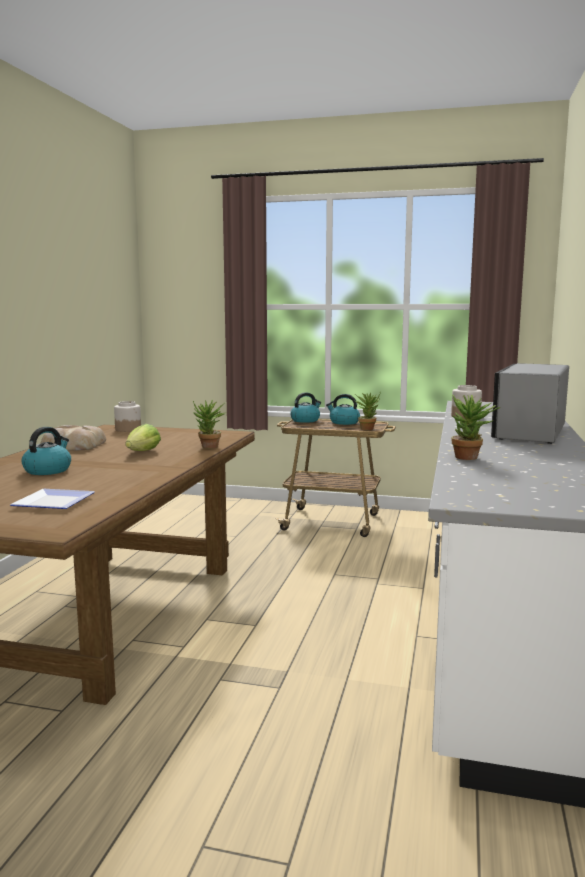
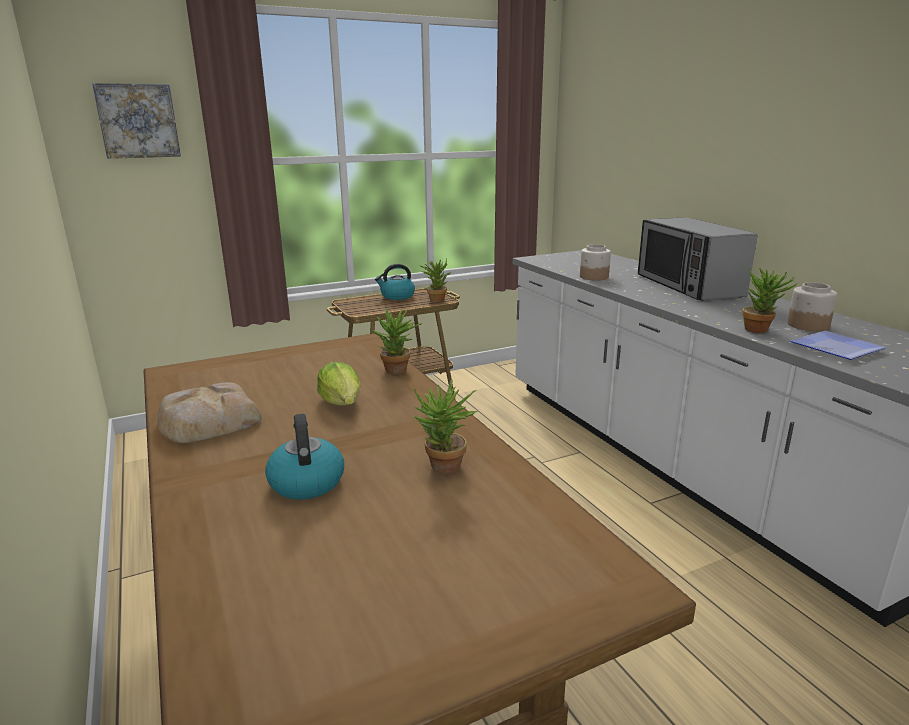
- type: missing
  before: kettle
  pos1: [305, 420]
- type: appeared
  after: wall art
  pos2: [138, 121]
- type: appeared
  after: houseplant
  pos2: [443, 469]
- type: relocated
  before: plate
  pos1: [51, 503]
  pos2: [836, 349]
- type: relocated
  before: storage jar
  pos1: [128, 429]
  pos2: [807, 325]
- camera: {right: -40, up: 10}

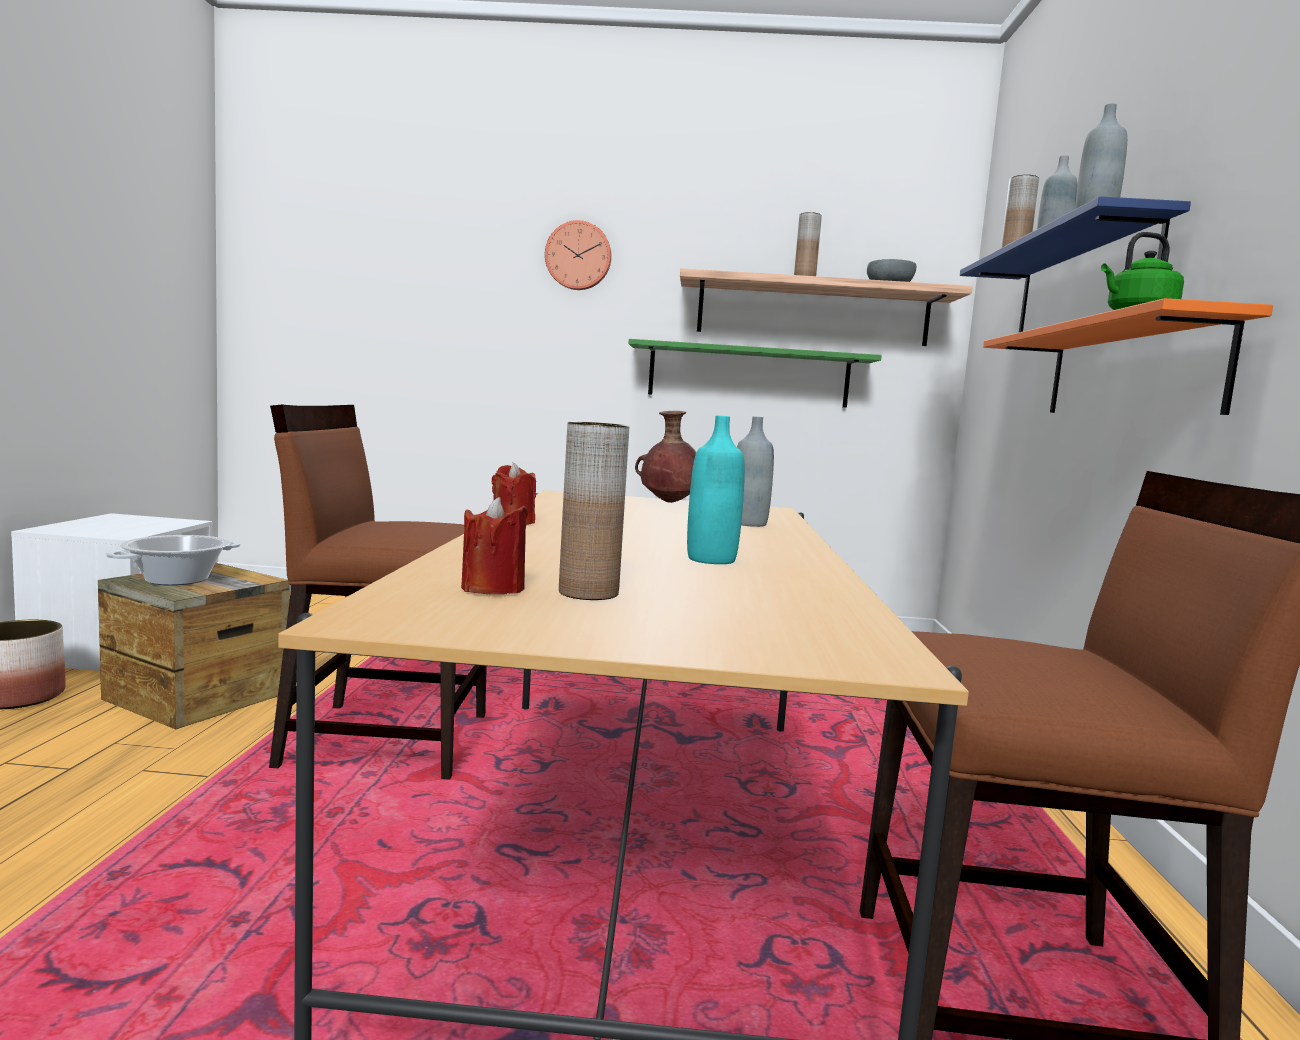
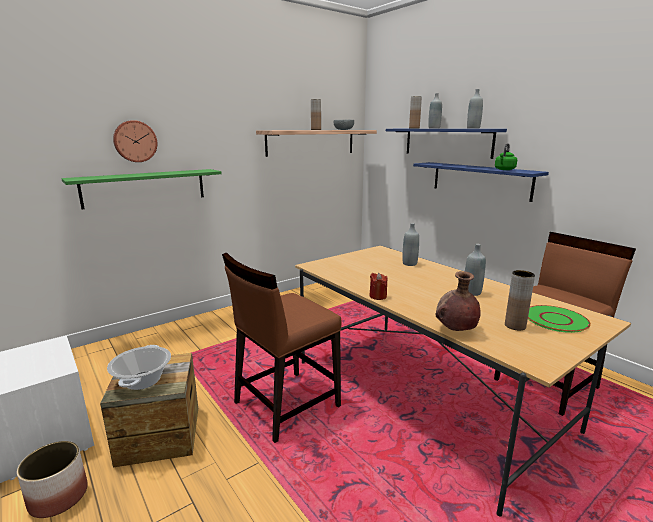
- type: missing
  before: wax candle/red-coloured
  pos1: [493, 589]
- type: appeared
  after: plate/green-coloured
  pos2: [556, 319]
- type: relocated
  before: wall clock
  pos1: [578, 256]
  pos2: [135, 141]
- type: relocated
  before: shelf/green-coloured
  pos1: [748, 375]
  pos2: [145, 188]
- type: relocated
  before: flower vase/brownish
  pos1: [668, 503]
  pos2: [455, 330]
- type: colour
  before: beverage bottle/blue-green
  after: beverage bottle/grey
  pos1: [711, 559]
  pos2: [472, 292]
- type: colour
  before: shelf/orange
  after: shelf/bluish
  pos1: [1129, 371]
  pos2: [480, 180]
- camera: {right: -40, up: 10}

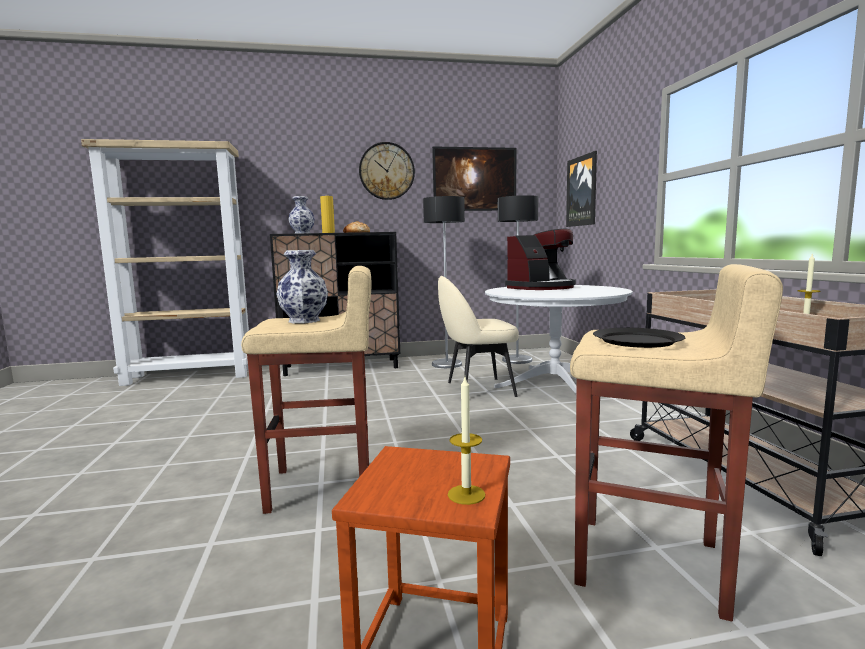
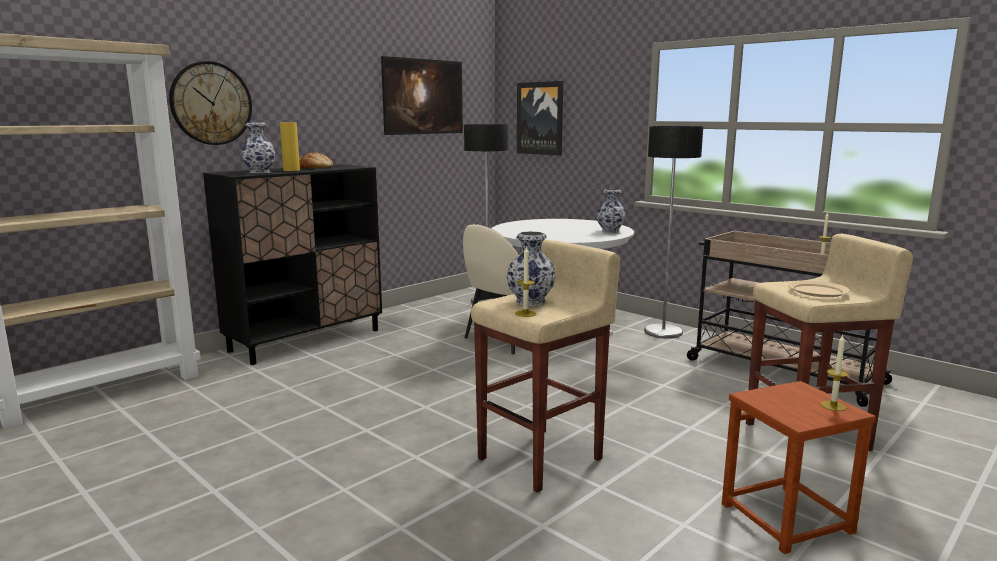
- type: missing
  before: coffee machine
  pos1: [542, 287]
- type: appeared
  after: wax candle
  pos2: [525, 313]
- type: appeared
  after: flower vase
  pos2: [611, 231]
- type: relocated
  before: wall clock
  pos1: [386, 171]
  pos2: [211, 103]
- type: relocated
  before: floor lamp
  pos1: [447, 364]
  pos2: [663, 332]
- type: colour
  before: plate/blackish
  after: plate/beige-coloured
  pos1: [637, 341]
  pos2: [818, 291]
- camera: {right: -35, up: 5}

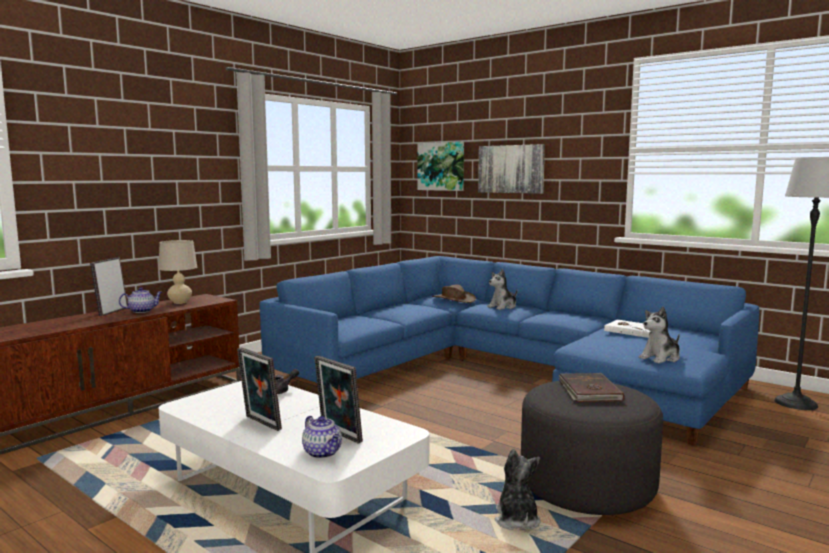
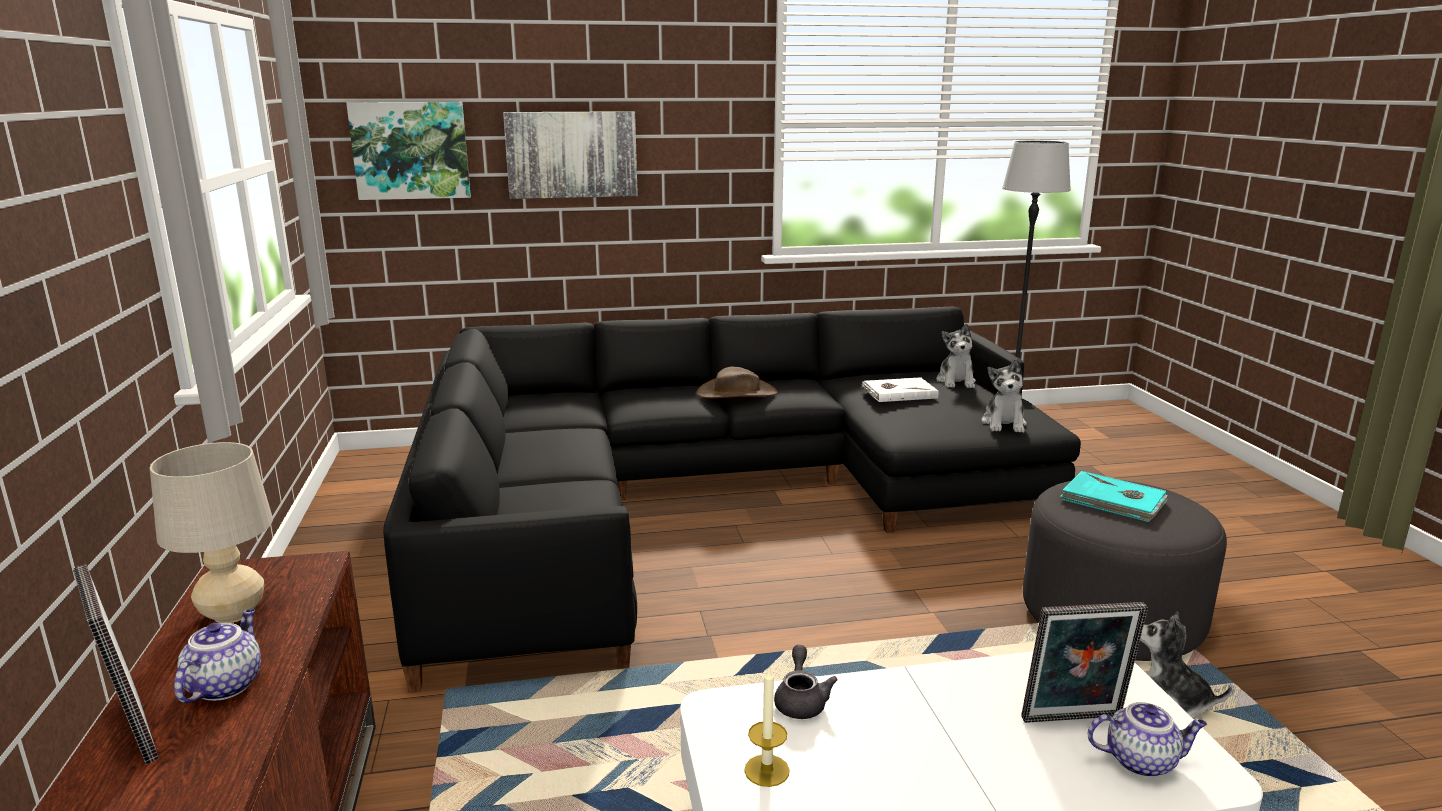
- type: missing
  before: standing frame
  pos1: [260, 423]
- type: appeared
  after: wax candle
  pos2: [767, 770]
- type: relocated
  before: wearable hat/brownish
  pos1: [453, 299]
  pos2: [736, 393]
- type: relocated
  before: soft toy
  pos1: [503, 307]
  pos2: [956, 381]
- type: colour
  before: sofa/bluish
  after: sofa/blackish
  pos1: [504, 370]
  pos2: [712, 497]
- type: colour
  before: book/brownish
  after: book/blue-green
  pos1: [588, 391]
  pos2: [1113, 501]
- camera: {right: -50, up: 10}

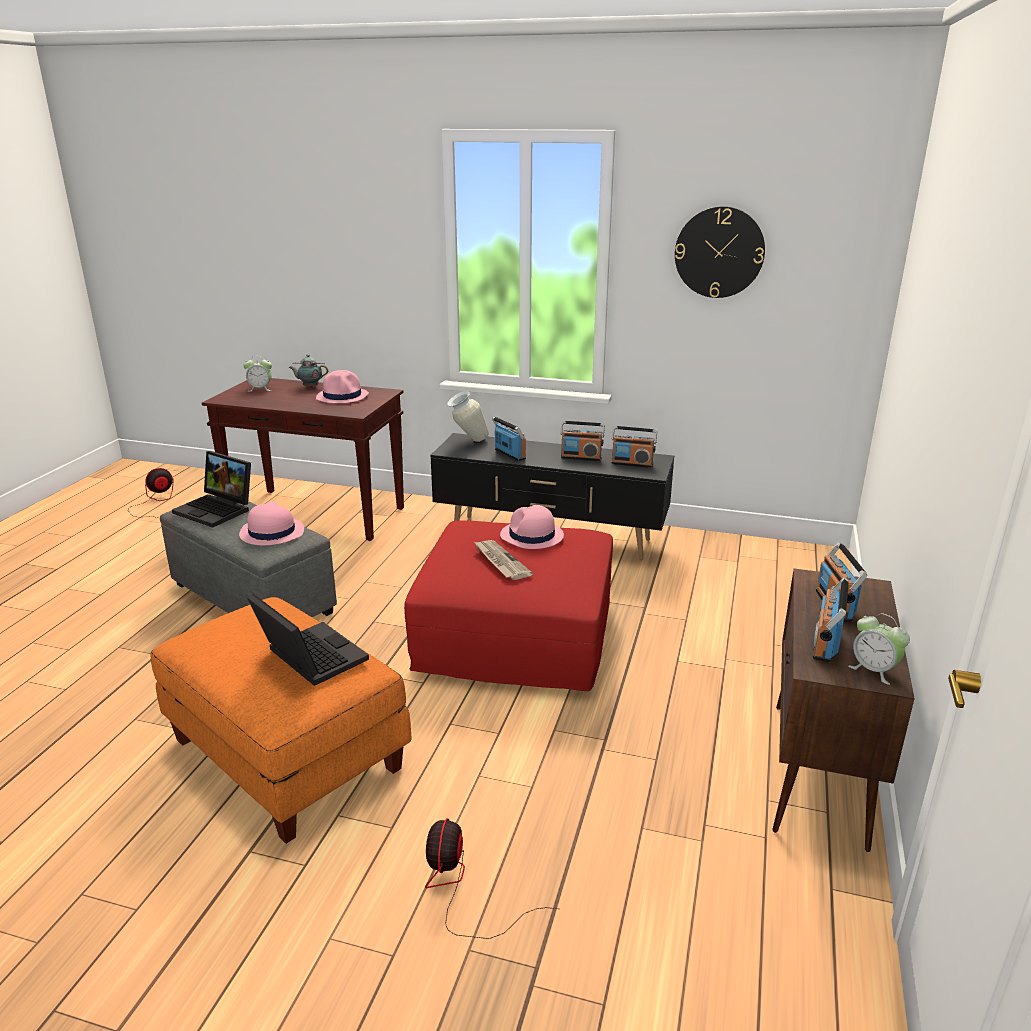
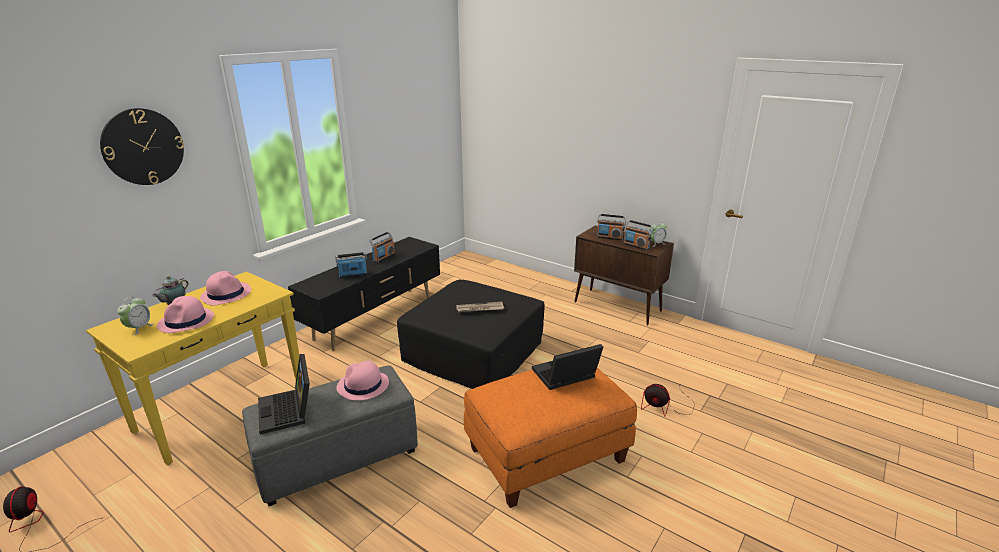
- type: missing
  before: flower vase
  pos1: [467, 441]
- type: missing
  before: radio set
  pos1: [632, 463]
- type: relocated
  before: wearable hat/pinkish
  pos1: [531, 536]
  pos2: [186, 321]
- type: relocated
  before: wall clock
  pos1: [719, 252]
  pos2: [143, 147]
- type: colour
  before: console table/brownish
  after: console table/yellowish
  pos1: [319, 514]
  pos2: [223, 408]
- type: colour
  before: ottoman/red-coloured
  after: ottoman/blackish
  pos1: [514, 634]
  pos2: [473, 352]
- type: spun
  before: laptop
  pos1: [218, 510]
  pos2: [288, 411]
  turn: 105
- camera: {right: -70, up: 0}

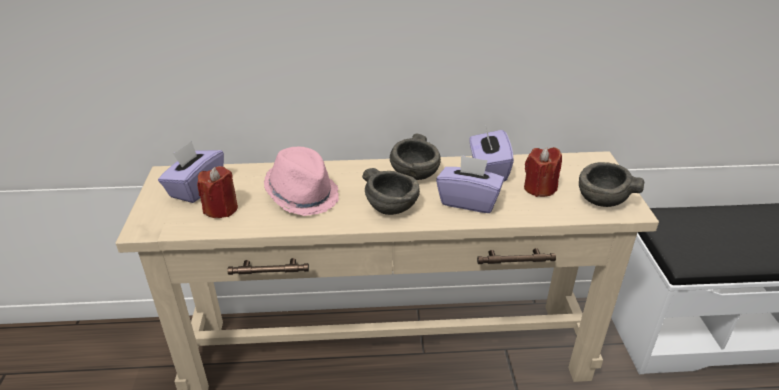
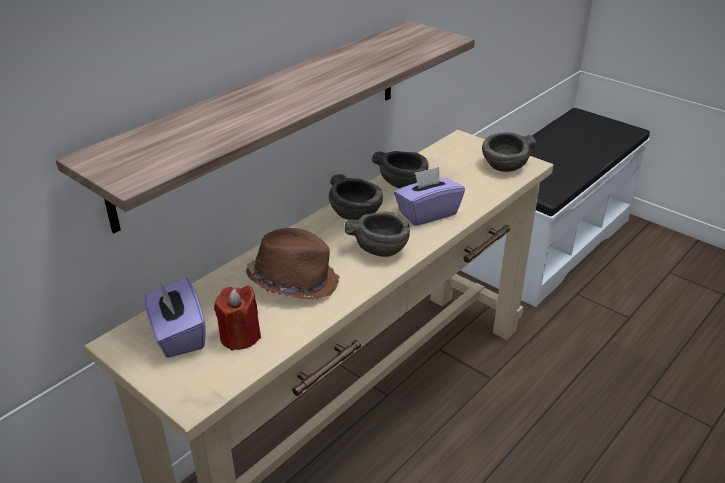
- type: missing
  before: wax candle/red-coloured
  pos1: [539, 188]
- type: appeared
  after: shelf
  pos2: [268, 116]
- type: exchanged
  before: tissue holder/purple
  after: bowl/grey
  pos1: [488, 170]
  pos2: [402, 183]
- type: colour
  before: wearable hat/pinkish
  after: wearable hat/brownish
  pos1: [302, 195]
  pos2: [293, 281]
- camera: {right: -45, up: 0}

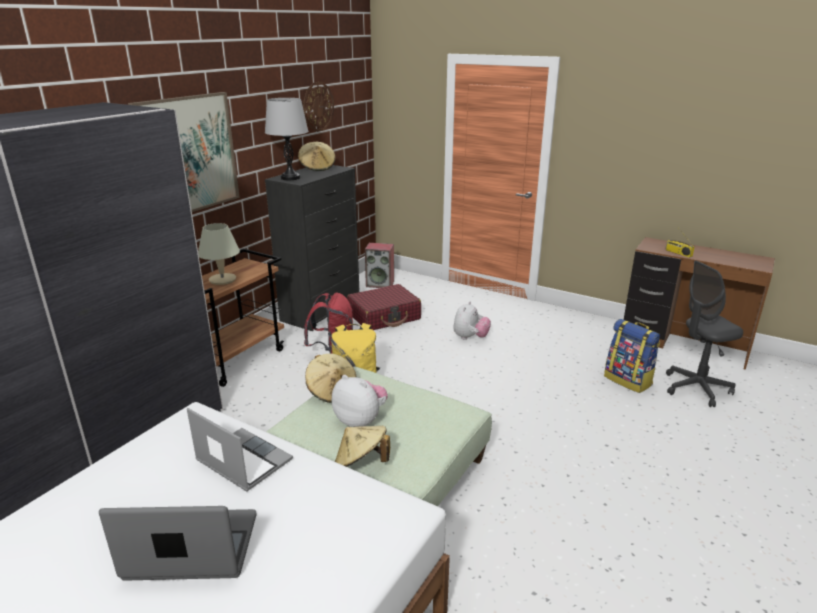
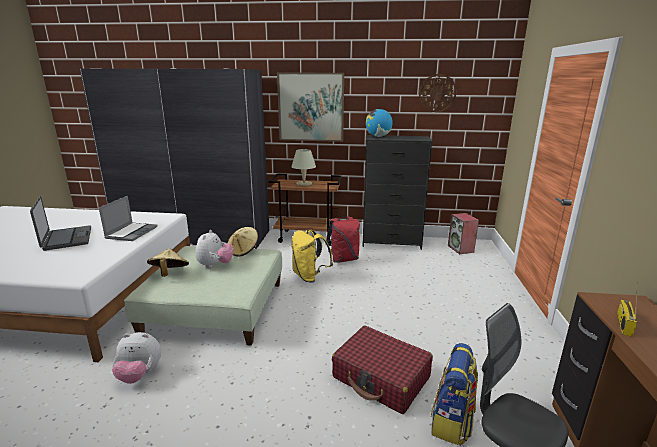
- type: missing
  before: wearable hat/beige-coloured
  pos1: [317, 168]
- type: relocated
  before: suitcase/red-coloured
  pos1: [384, 316]
  pos2: [381, 378]
- type: relocated
  before: soft toy
  pos1: [470, 338]
  pos2: [139, 375]
- type: exchanged
  before: tabletop lamp/grey
  after: world globe
  pos1: [290, 178]
  pos2: [378, 136]
- camera: {right: 65, up: -5}

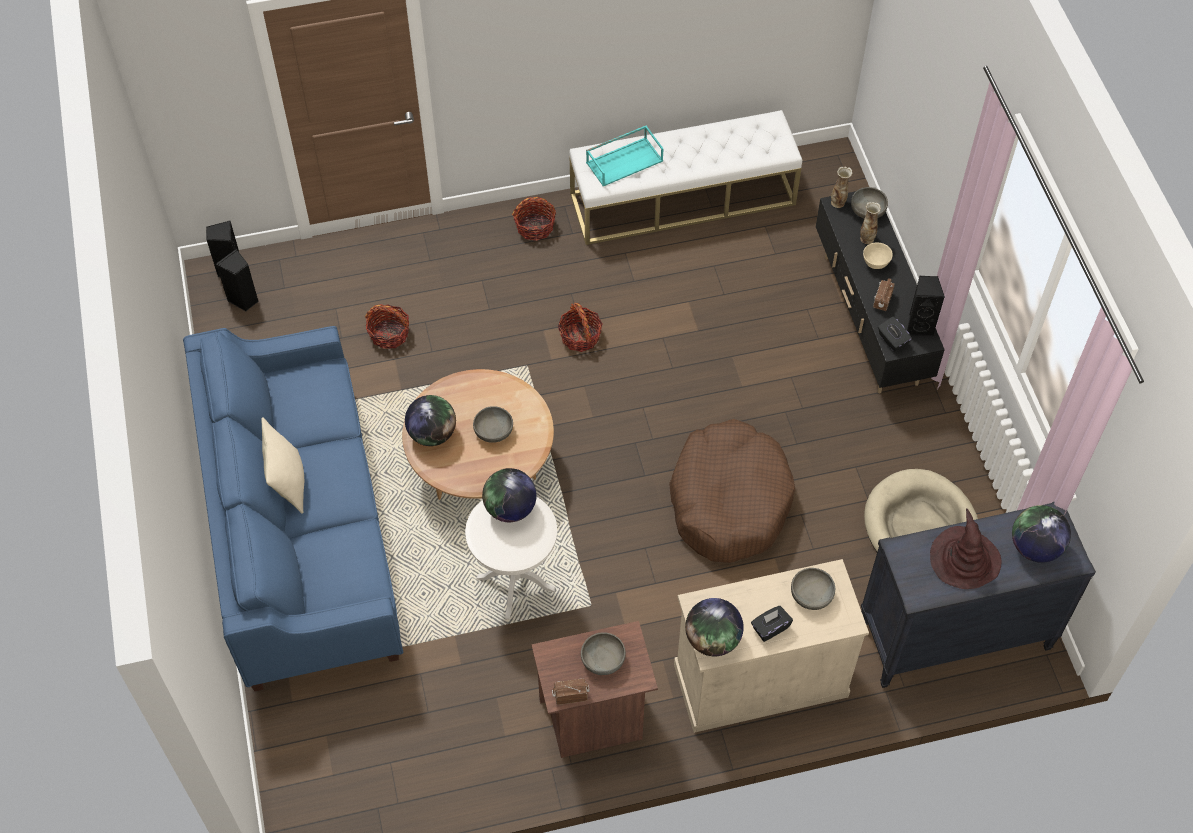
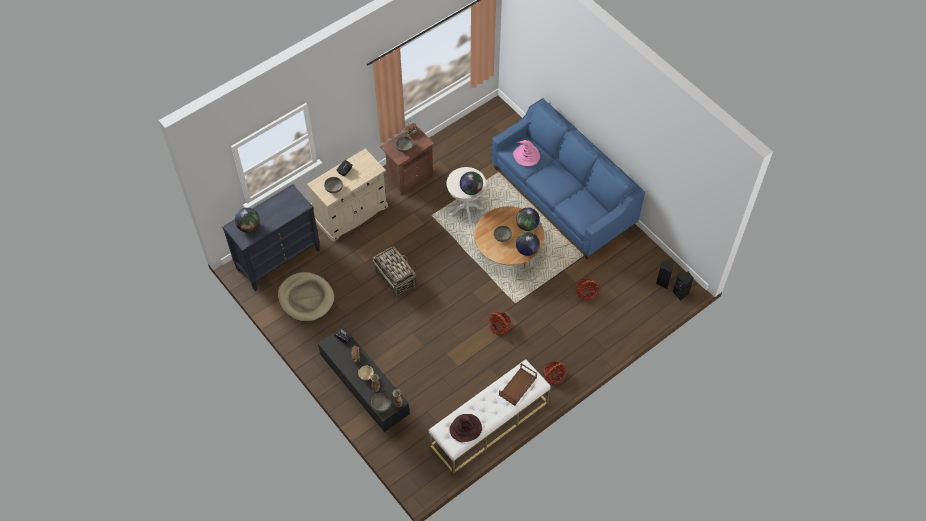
- type: missing
  before: throw pillow/beige-coloured
  pos1: [288, 483]
- type: missing
  before: speaker/blackish
  pos1: [919, 326]
- type: appeared
  after: wearable hat/pinkish
  pos2: [526, 155]
- type: relocated
  before: world globe
  pos1: [712, 639]
  pos2: [527, 250]
- type: relocated
  before: wearable hat/brownish
  pos1: [964, 560]
  pos2: [466, 428]
- type: exchanged
  before: dog bed/brownish
  after: storage basket
  pos1: [729, 500]
  pos2: [394, 278]
- type: colour
  before: tray/blue-green
  after: tray/brownish
  pos1: [624, 161]
  pos2: [518, 387]
- camera: {right: 155, up: 0}

